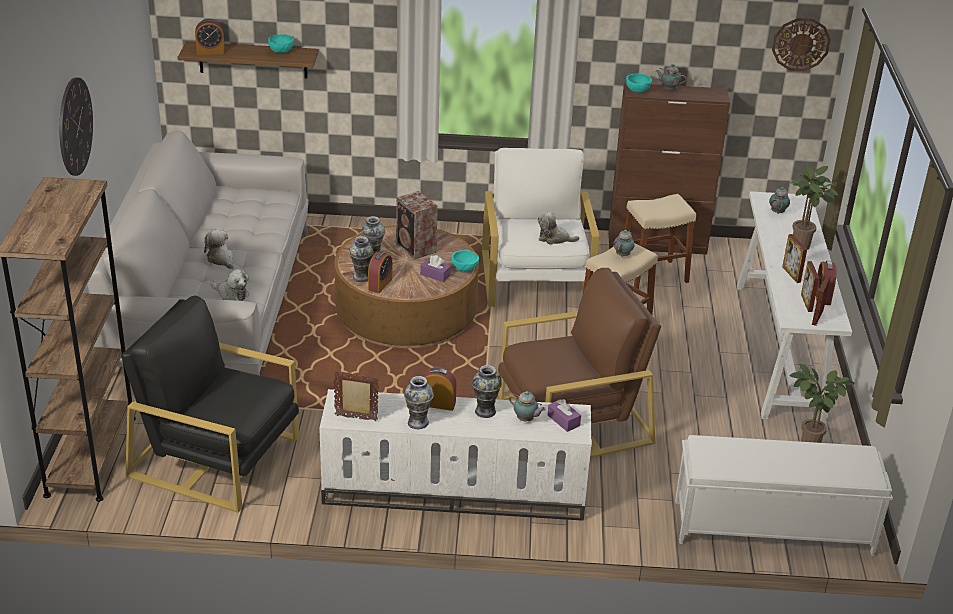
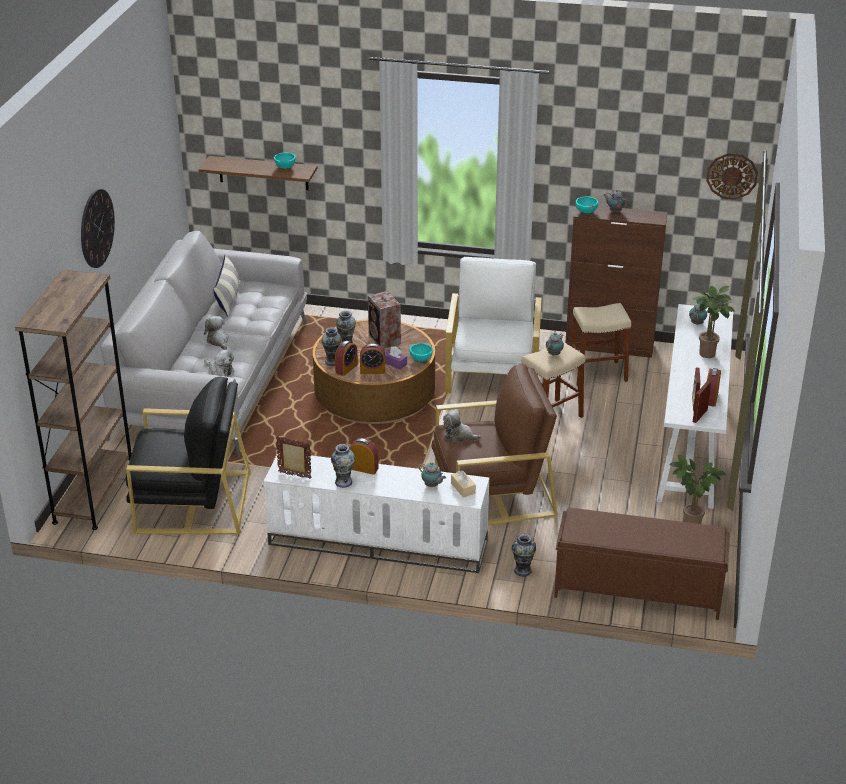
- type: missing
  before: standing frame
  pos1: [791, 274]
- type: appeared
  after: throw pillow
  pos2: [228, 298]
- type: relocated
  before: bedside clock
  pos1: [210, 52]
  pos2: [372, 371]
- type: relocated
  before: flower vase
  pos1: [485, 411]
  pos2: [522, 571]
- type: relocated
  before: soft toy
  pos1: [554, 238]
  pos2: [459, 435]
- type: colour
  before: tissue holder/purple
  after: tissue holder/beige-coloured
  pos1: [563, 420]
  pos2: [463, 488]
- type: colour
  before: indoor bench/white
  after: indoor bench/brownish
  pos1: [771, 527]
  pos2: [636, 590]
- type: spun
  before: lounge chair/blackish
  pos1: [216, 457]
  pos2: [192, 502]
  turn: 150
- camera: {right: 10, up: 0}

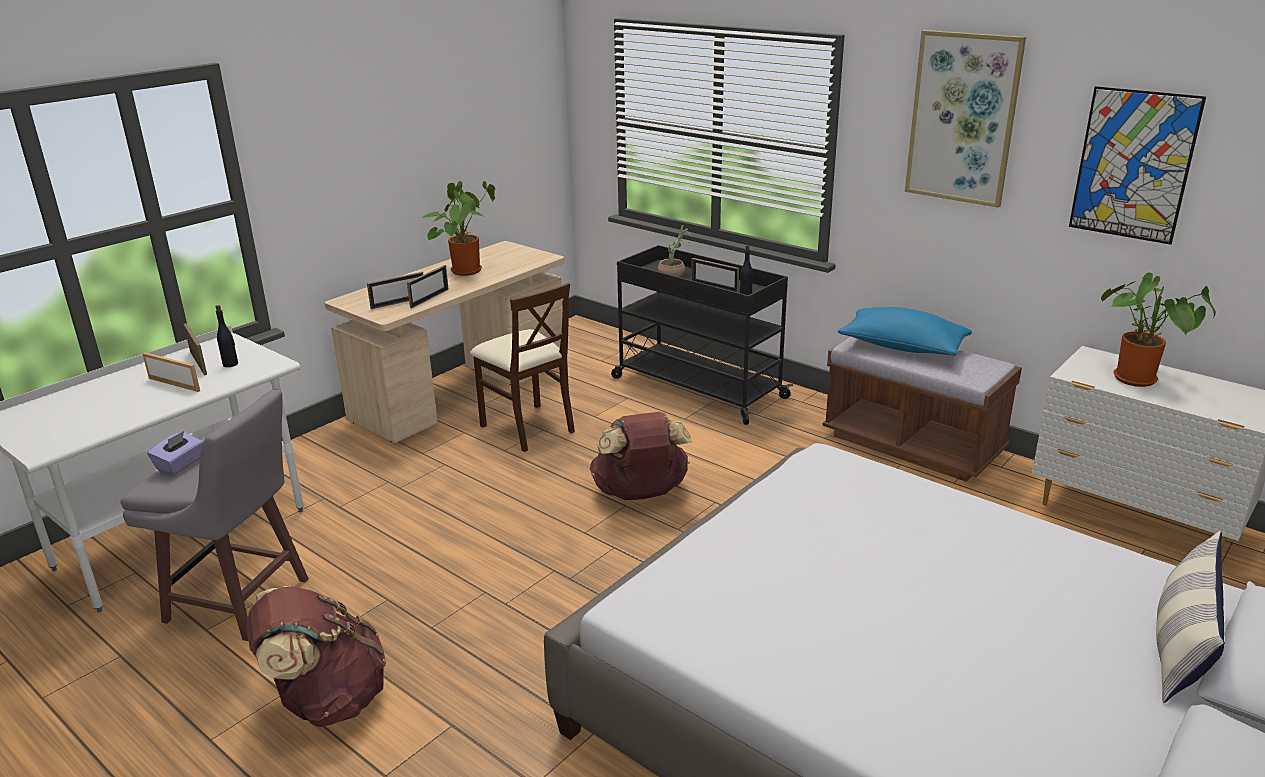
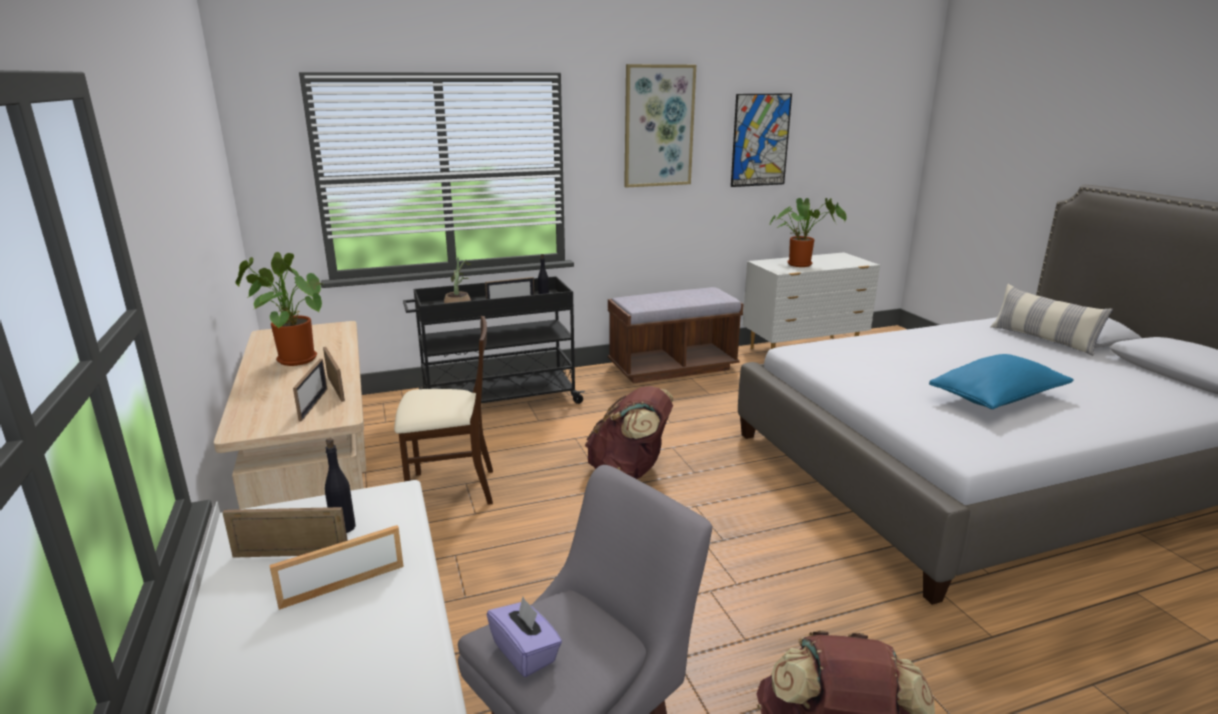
- type: relocated
  before: throw pillow/bluish
  pos1: [902, 348]
  pos2: [997, 399]
- camera: {right: -60, up: -5}

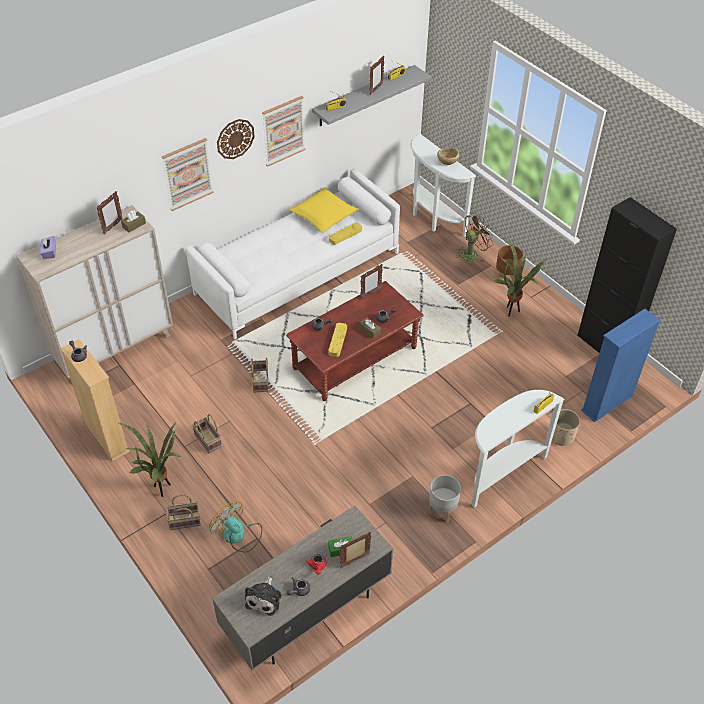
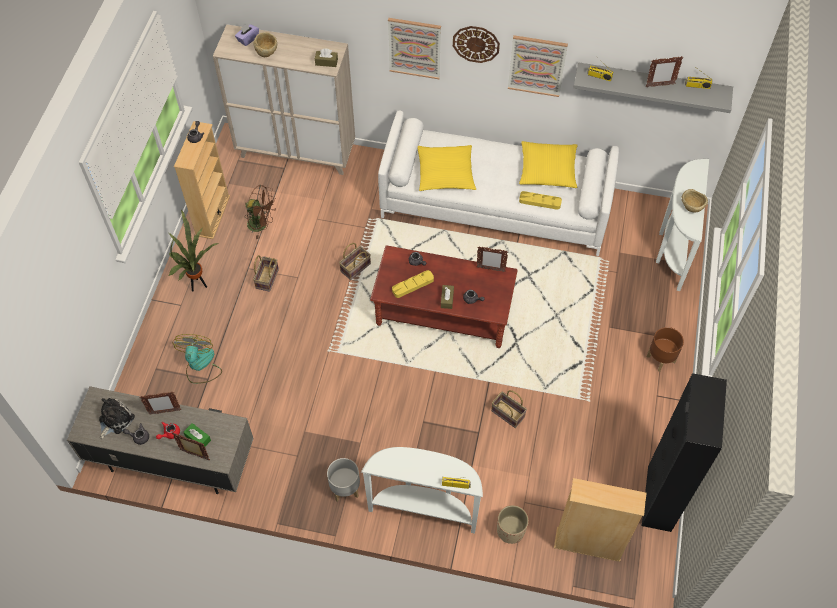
- type: missing
  before: houseplant
  pos1: [511, 311]
- type: appeared
  after: bowl/beige-coloured
  pos2: [267, 52]
- type: appeared
  after: throw pillow/yellowish
  pos2: [445, 173]
- type: relocated
  before: standing frame
  pos1: [113, 226]
  pos2: [165, 412]
- type: relocated
  before: storage basket
  pos1: [184, 521]
  pos2: [506, 414]
- type: relocated
  before: electric fan/brownish
  pos1: [472, 253]
  pos2: [261, 224]
- type: colour
  before: shelving unit/bluish
  after: shelving unit/beige-coloured
  pos1: [607, 403]
  pos2: [588, 544]
- type: spun
  before: soft toy
  pos1: [265, 598]
  pos2: [115, 419]
  turn: 150
- camera: {right: 50, up: 10}

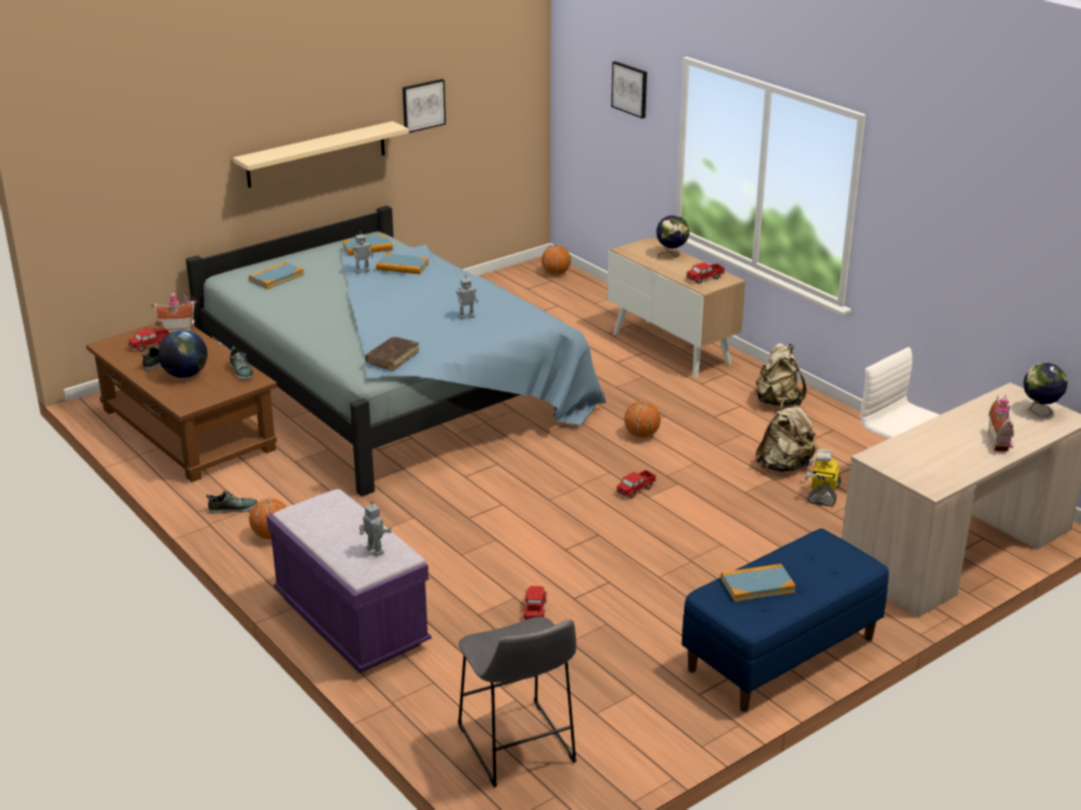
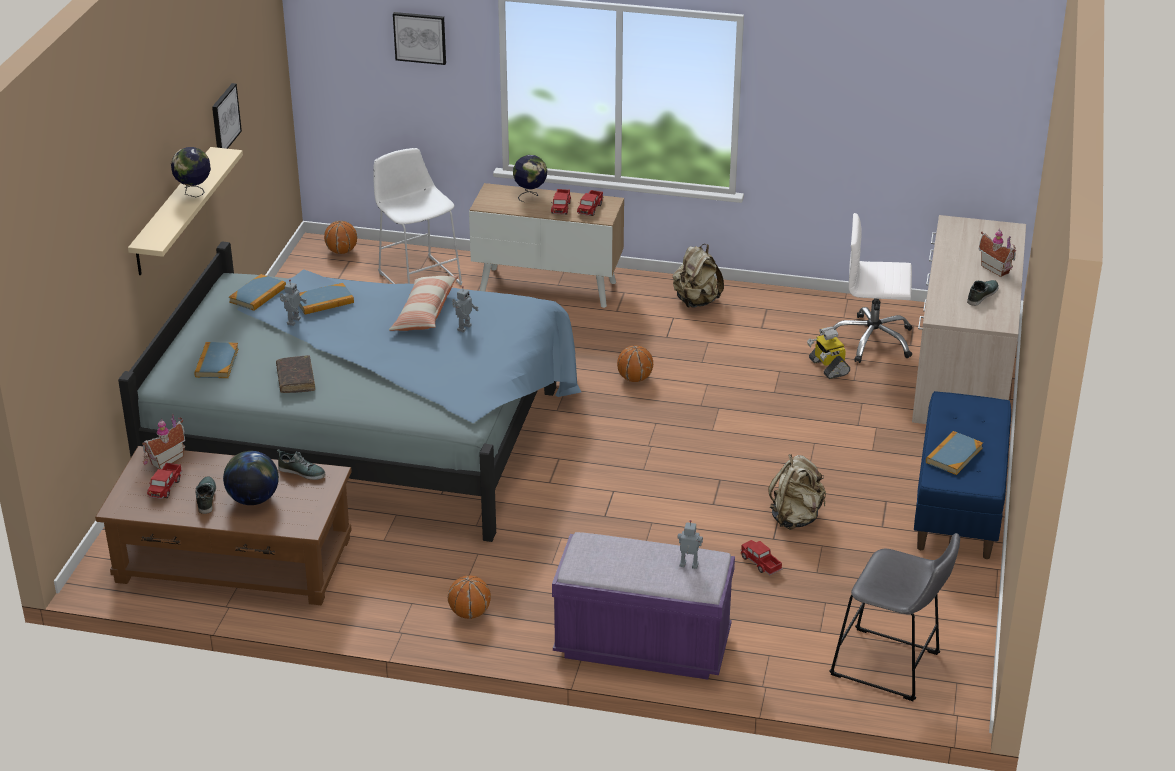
- type: appeared
  after: stool seat/white
  pos2: [418, 276]
- type: appeared
  after: throw pillow
  pos2: [425, 313]
- type: relocated
  before: low shoe
  pos1: [233, 508]
  pos2: [982, 295]
- type: relocated
  before: book/brownish
  pos1: [392, 358]
  pos2: [295, 380]
- type: relocated
  before: toy truck
  pos1: [635, 489]
  pos2: [561, 207]
- type: relocated
  before: backpack/beige-coloured
  pos1: [784, 466]
  pos2: [795, 518]
- type: relocated
  before: world globe
  pos1: [1039, 411]
  pos2: [194, 193]
- camera: {right: -40, up: 5}

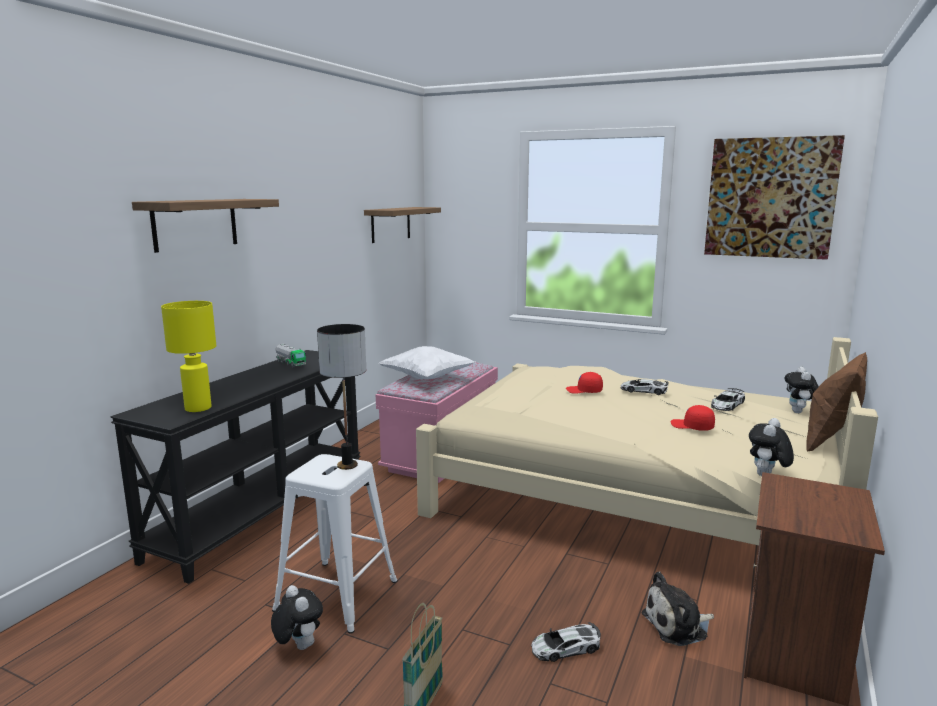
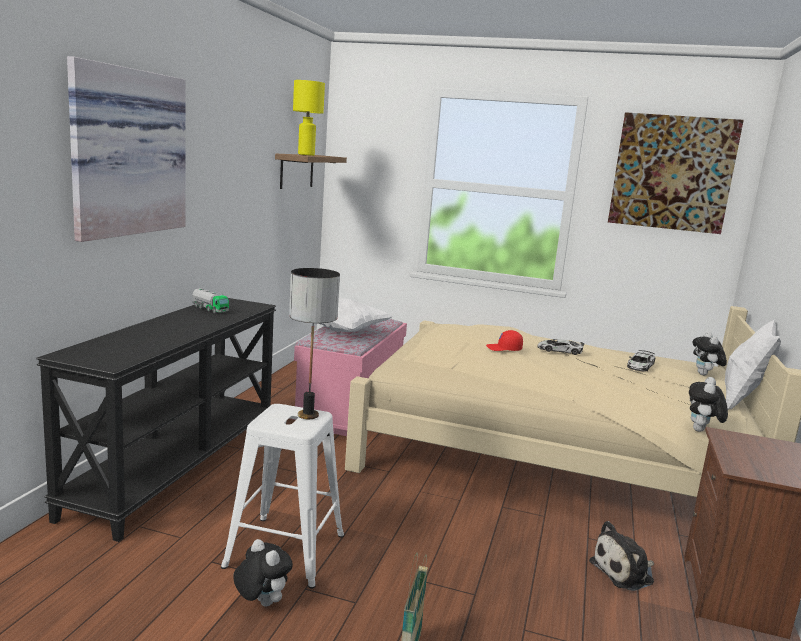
- type: missing
  before: model car
  pos1: [565, 648]
- type: missing
  before: cap/red-coloured
  pos1: [692, 427]
- type: relocated
  before: tabletop lamp/yellowish
  pos1: [199, 408]
  pos2: [306, 155]
- type: exchanged
  before: shelf
  after: wall art
  pos1: [195, 224]
  pos2: [126, 152]
- type: colour
  before: throw pillow/brownish
  after: throw pillow/white
  pos1: [831, 441]
  pos2: [742, 400]
- camera: {right: -10, up: 0}

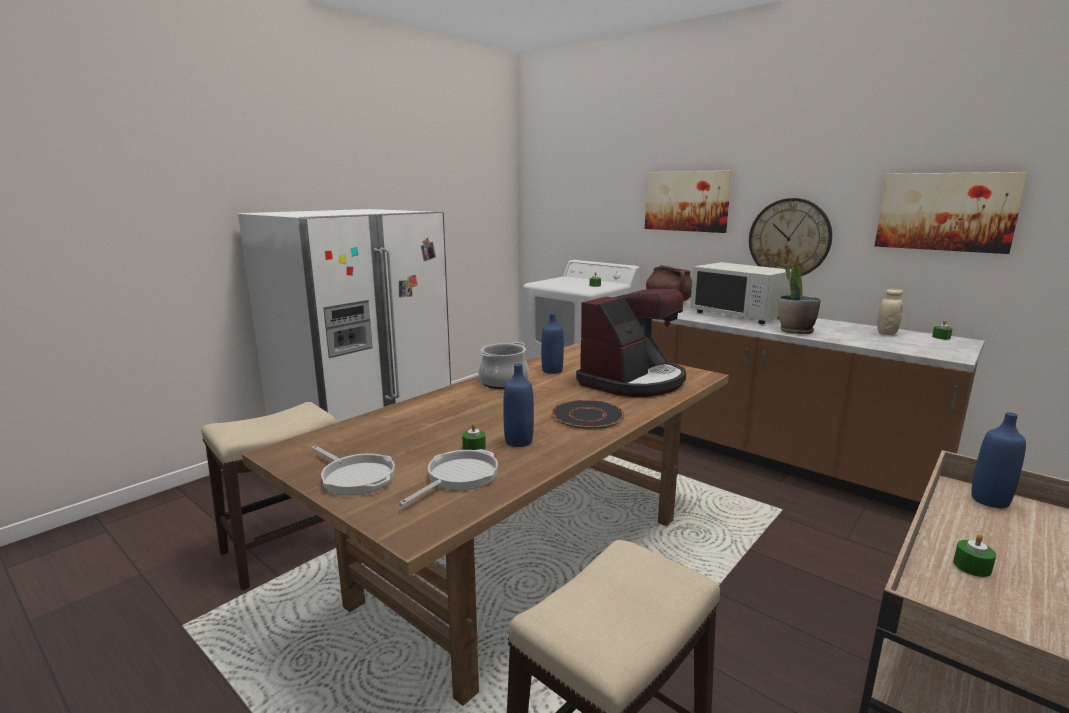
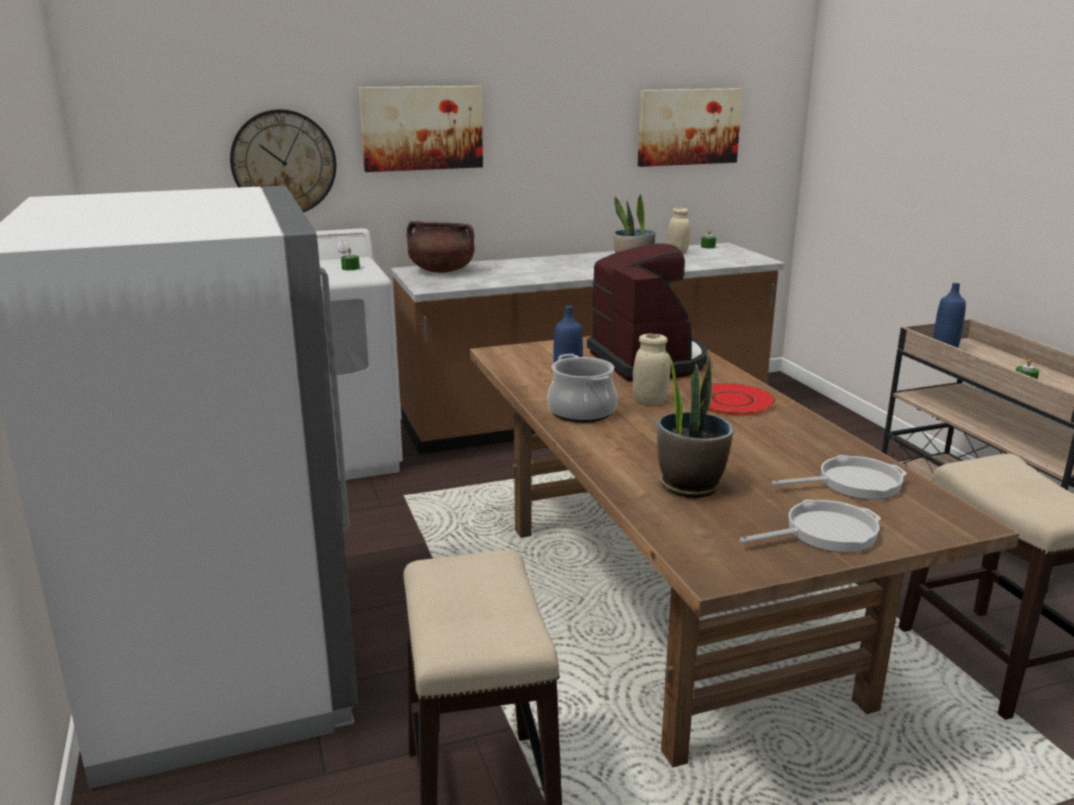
- type: missing
  before: wax candle/green-coloured
  pos1: [474, 448]
- type: missing
  before: beverage bottle/bluish
  pos1: [518, 441]
- type: missing
  before: microwave oven/white
  pos1: [739, 315]
- type: appeared
  after: storage jar/beige-coloured
  pos2: [650, 401]
- type: appeared
  after: houseplant
  pos2: [690, 485]
- type: relocated
  before: wall clock
  pos1: [789, 238]
  pos2: [283, 162]
- type: colour
  before: plate/blackish
  after: plate/red-coloured
  pos1: [587, 416]
  pos2: [733, 401]
- type: spun
  before: skillet
  pos1: [458, 477]
  pos2: [853, 483]
  turn: 105
- camera: {right: -60, up: 5}

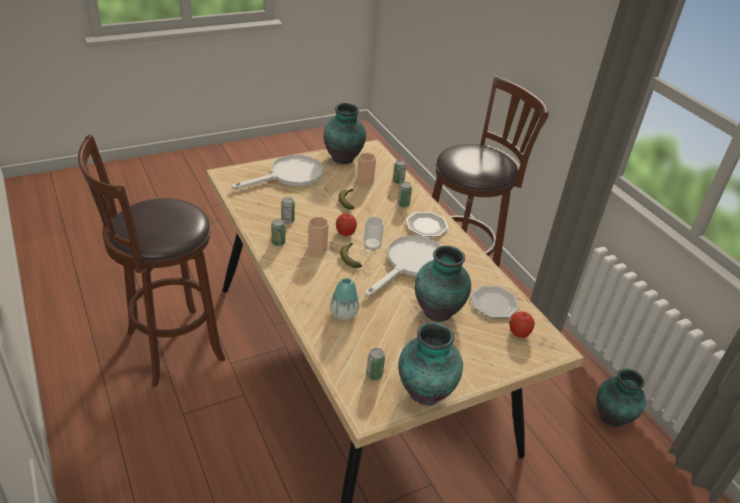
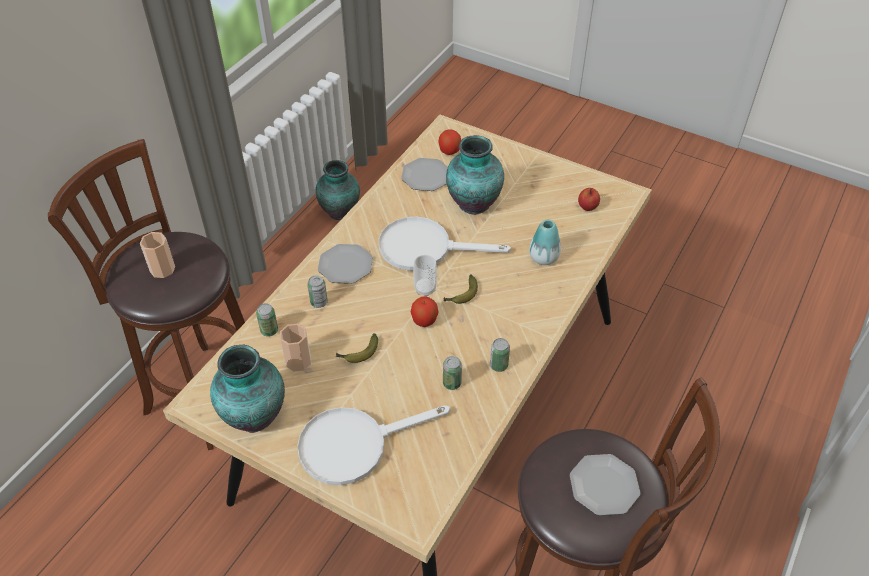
- type: missing
  before: flower vase
  pos1: [424, 392]
- type: appeared
  after: plate
  pos2: [604, 485]
- type: relocated
  before: drinking cup
  pos1: [317, 249]
  pos2: [162, 269]
- type: exchanged
  before: metal can
  after: apple
  pos1: [374, 375]
  pos2: [587, 207]
- type: spun
  before: skillet/white
  pos1: [290, 176]
  pos2: [354, 444]
  turn: -45
- camera: {right: -120, up: 10}

